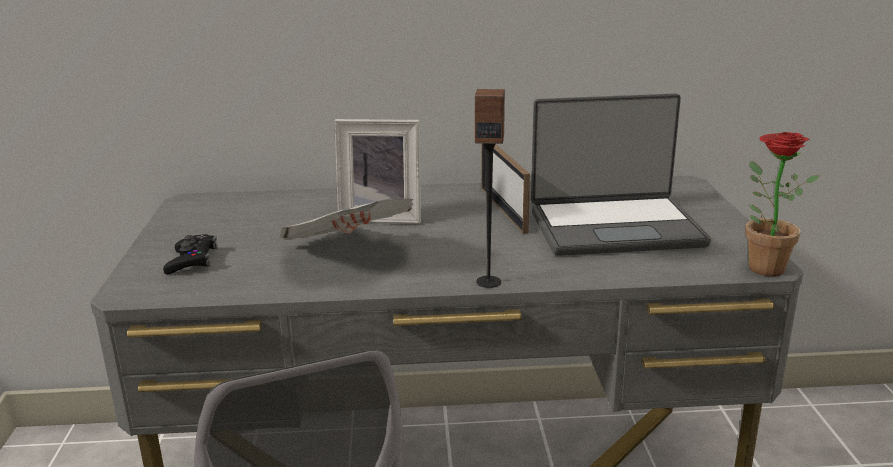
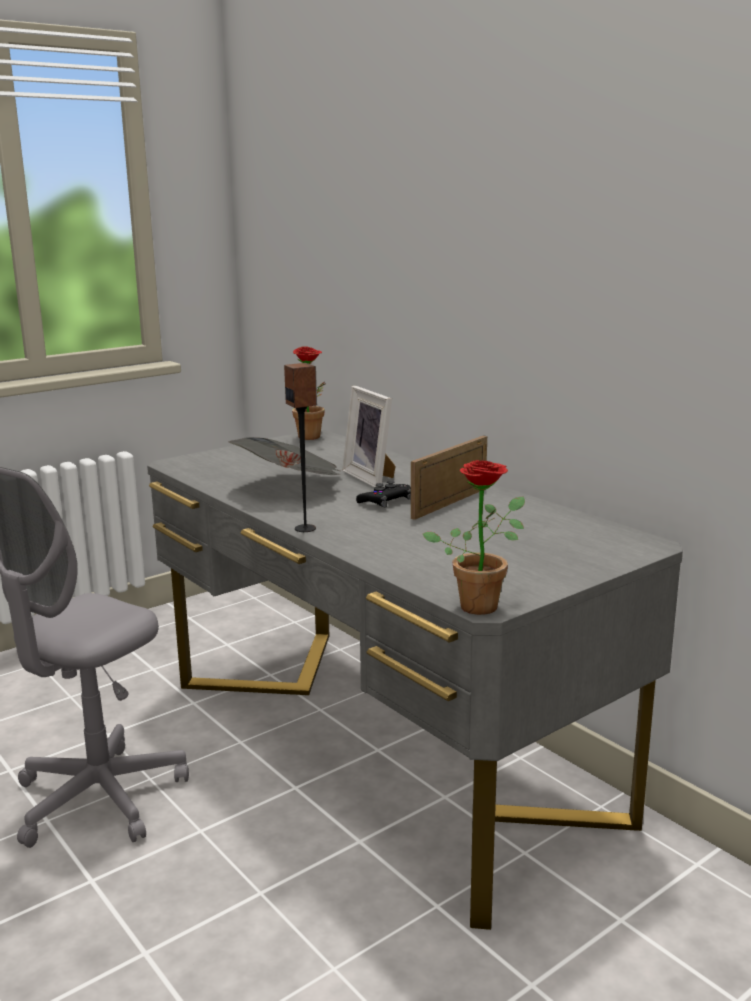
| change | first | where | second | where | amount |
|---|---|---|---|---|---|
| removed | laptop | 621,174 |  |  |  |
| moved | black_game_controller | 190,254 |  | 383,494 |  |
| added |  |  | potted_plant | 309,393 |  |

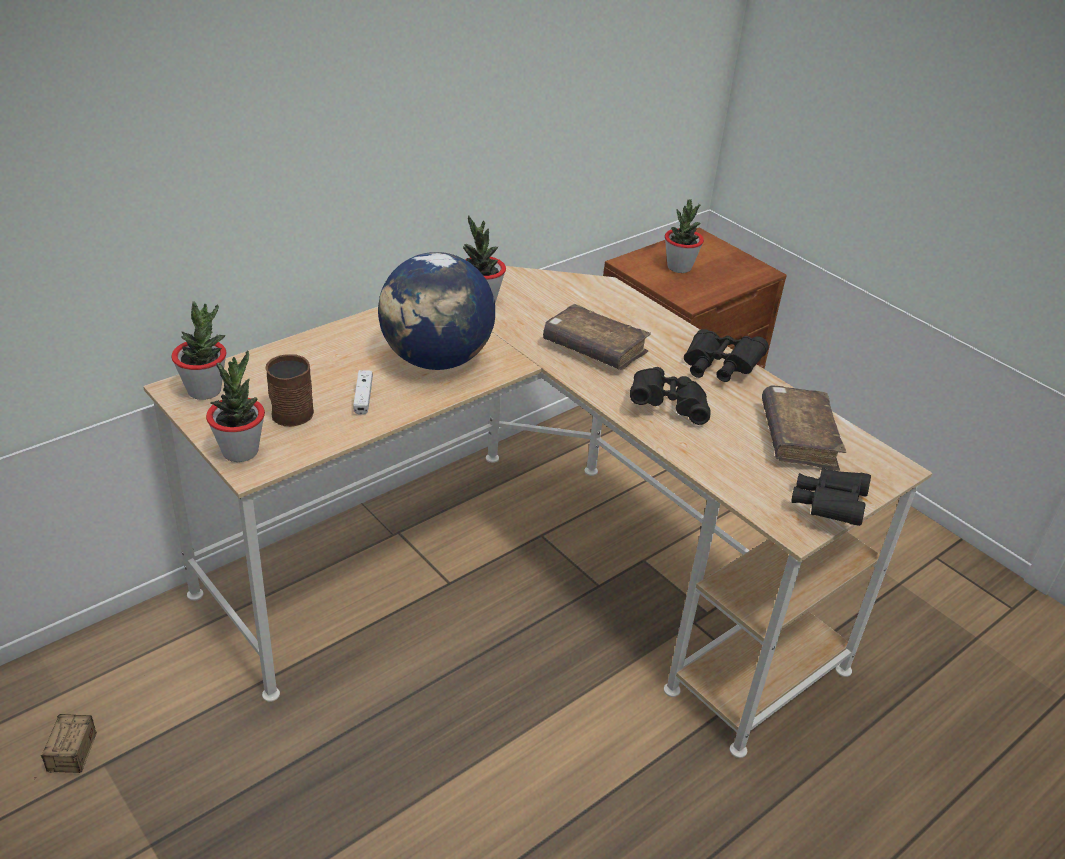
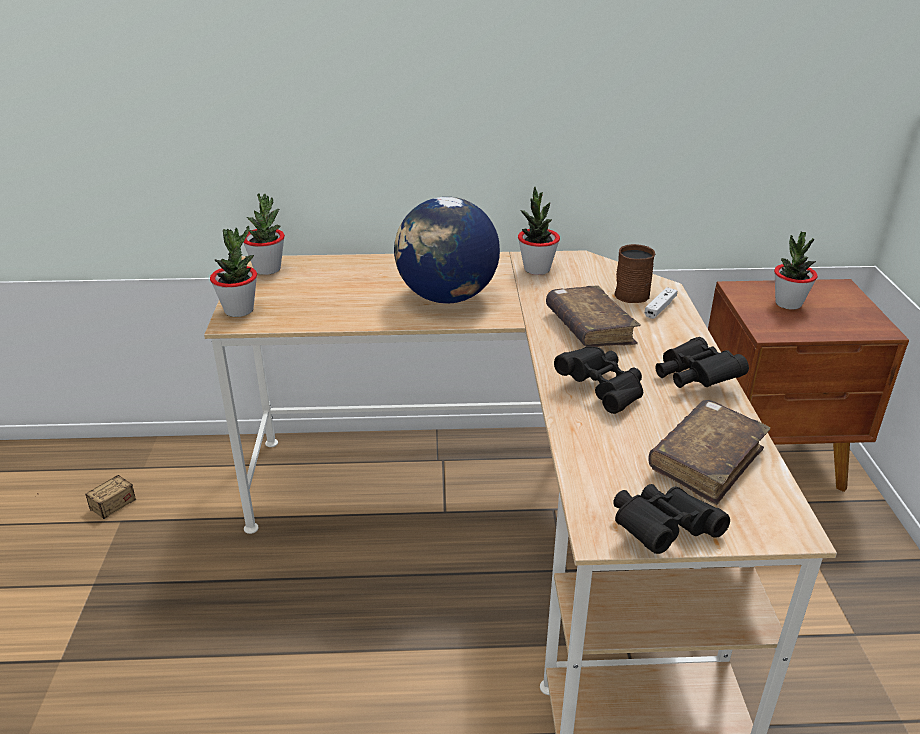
| change | first | where | second | where | amount |
|---|---|---|---|---|---|
| moved | brown_mug | 290,390 |  | 634,273 |  |
| moved | white_game_controller | 363,392 |  | 661,303 |  |

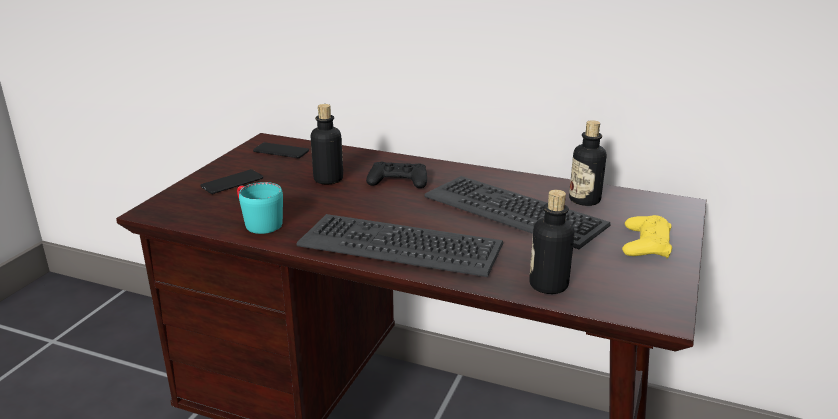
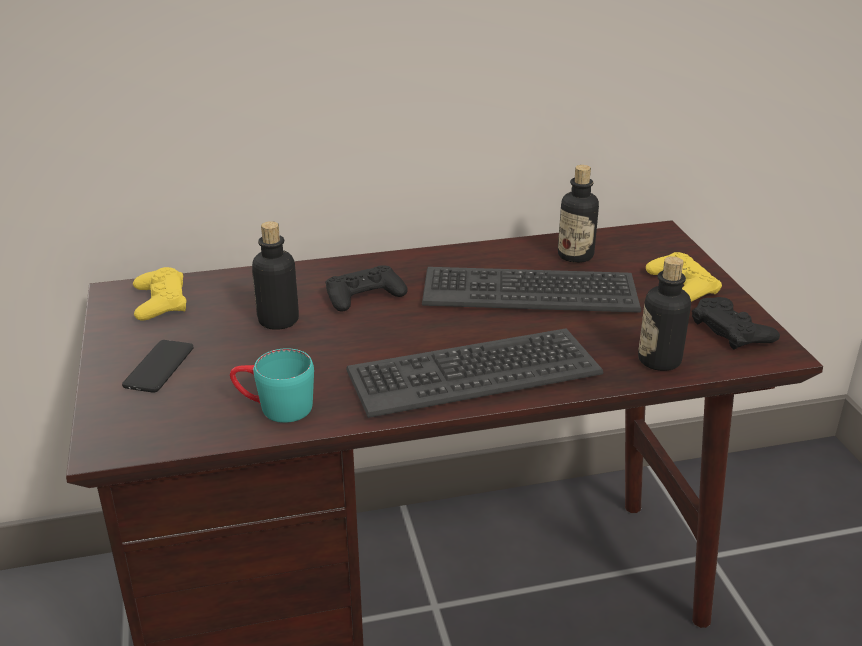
| change | first | where | second | where | amount |
|---|---|---|---|---|---|
| replaced | phone | 281,150 | yellow_game_controller | 160,293 |  |
| added |  |  | black_game_controller | 736,323 |  |

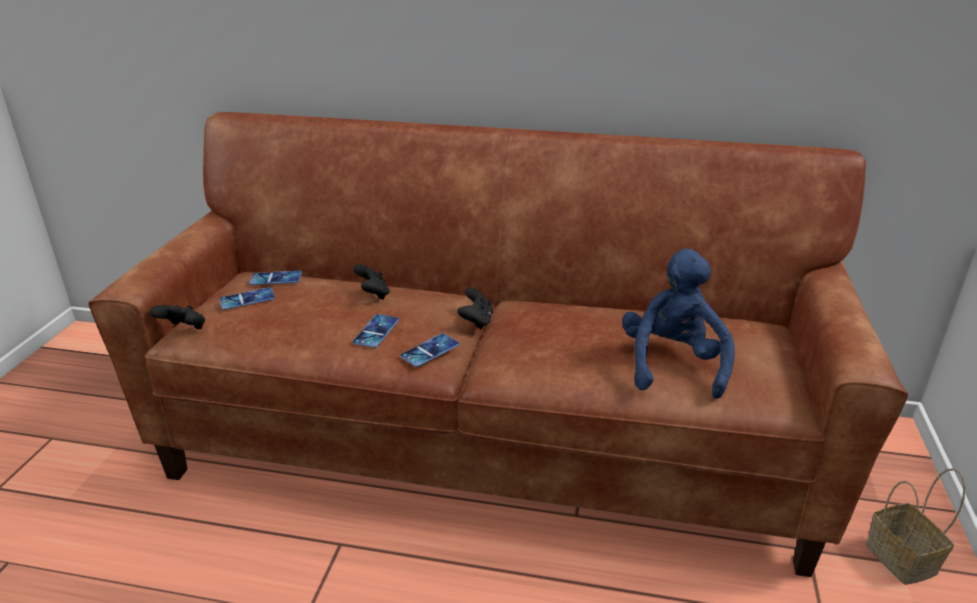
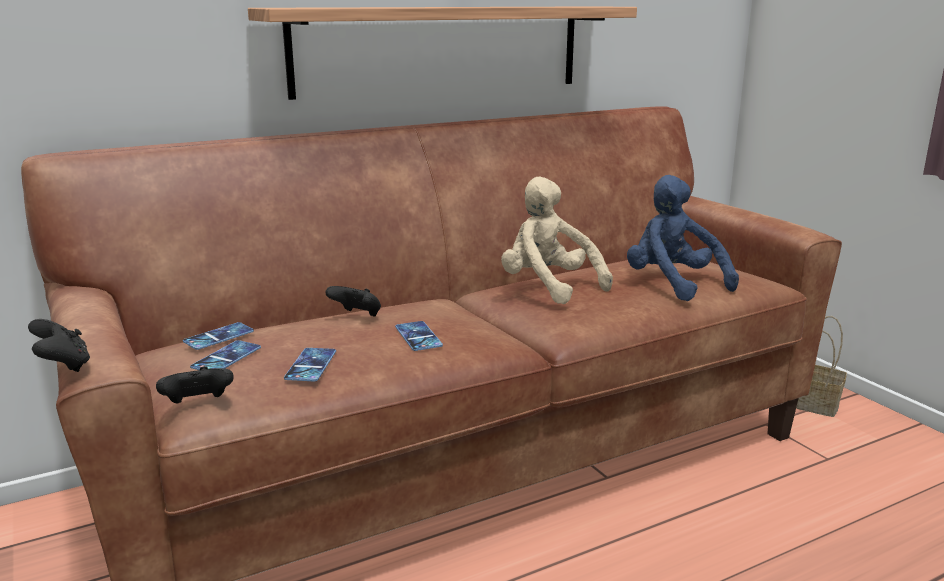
| change | first | where | second | where | amount |
|---|---|---|---|---|---|
| moved | black_game_controller | 475,308 |  | 59,345 |  |
| moved | phone | 430,350 |  | 310,364 |  |
| added |  |  | shelf | 442,53 |  |
| added |  |  | beige_plush_toy | 557,240 |  |

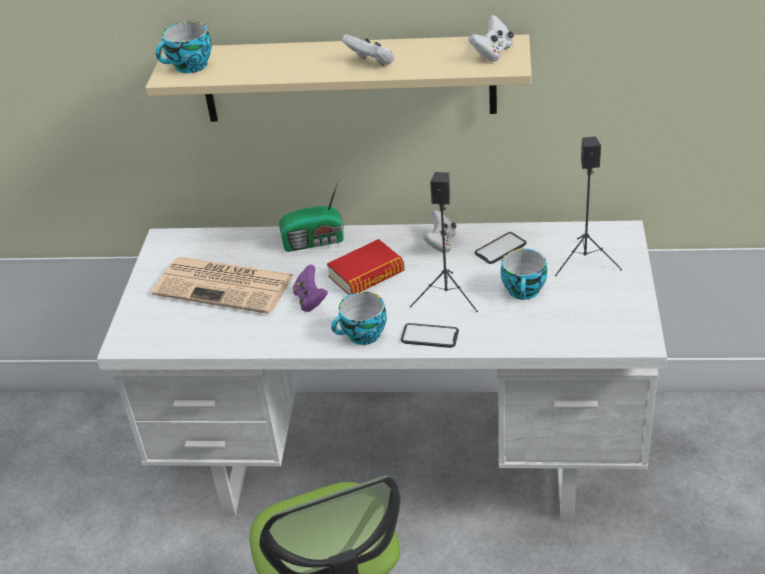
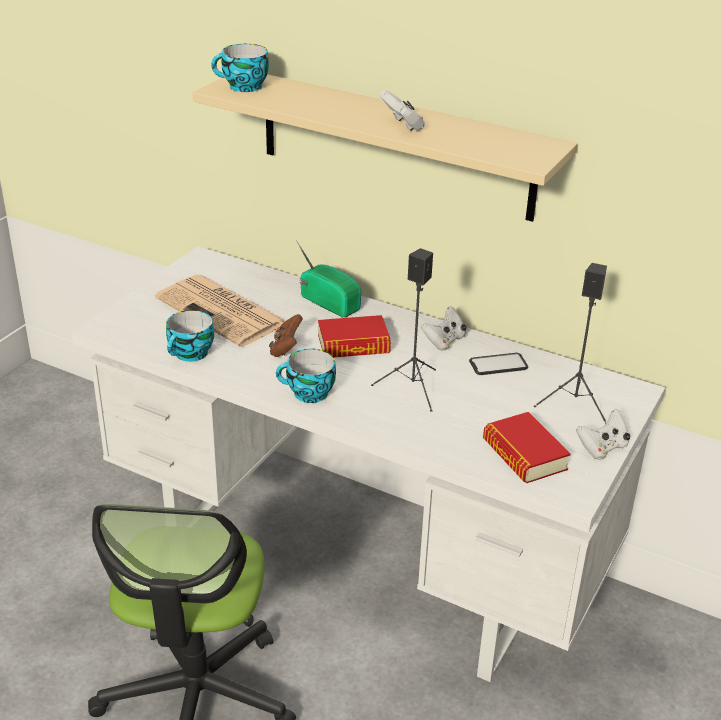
| change | first | where | second | where | amount |
|---|---|---|---|---|---|
| moved | white_game_controller | 491,38 |  | 603,434 |  |
| turned | radio | 311,215 |  | 328,279 | 150 degrees counterclockwise |
| moved | cup | 523,274 |  | 190,336 |  |
| recoloured | purple_game_controller | 310,288 | brown_game_controller | 286,335 |  |
| removed | phone | 430,335 |  |  |  |
| added |  |  | book | 527,447 |  |

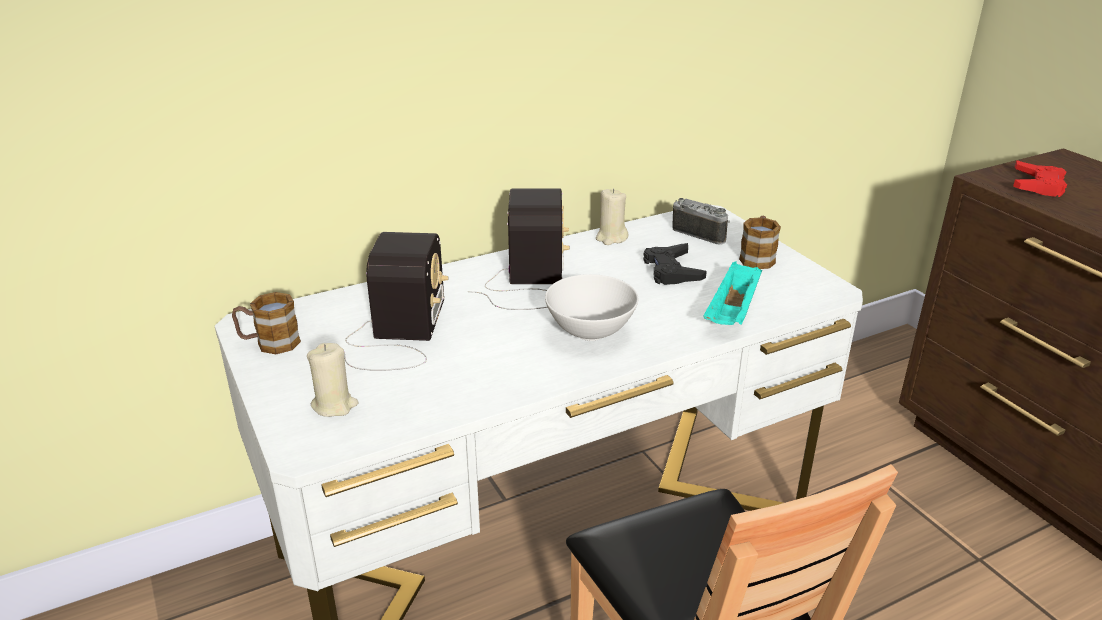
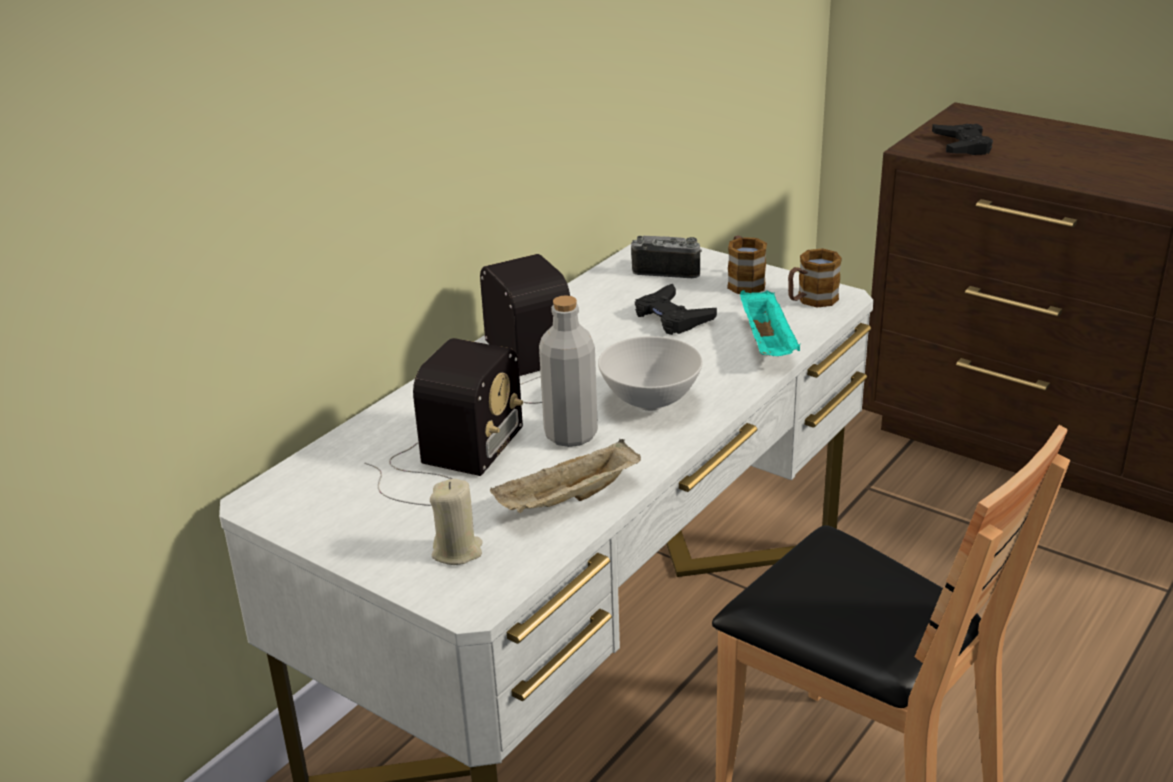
| change | first | where | second | where | amount |
|---|---|---|---|---|---|
| recoloured | red_game_controller | 1040,178 | black_game_controller | 962,139 |  |
| removed | beige_candle | 612,216 |  |  |  |
| turned | radio | 396,301 |  | 443,422 | 45 degrees clockwise |
| moved | mug | 266,323 |  | 815,278 |  |
| added |  |  | grey_bottle | 568,371 |  |
| added |  |  | beige_tray | 565,476 |  |

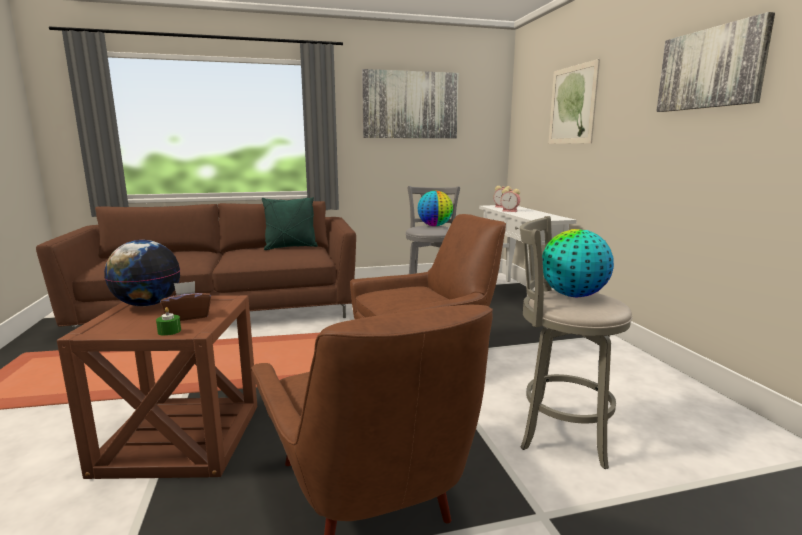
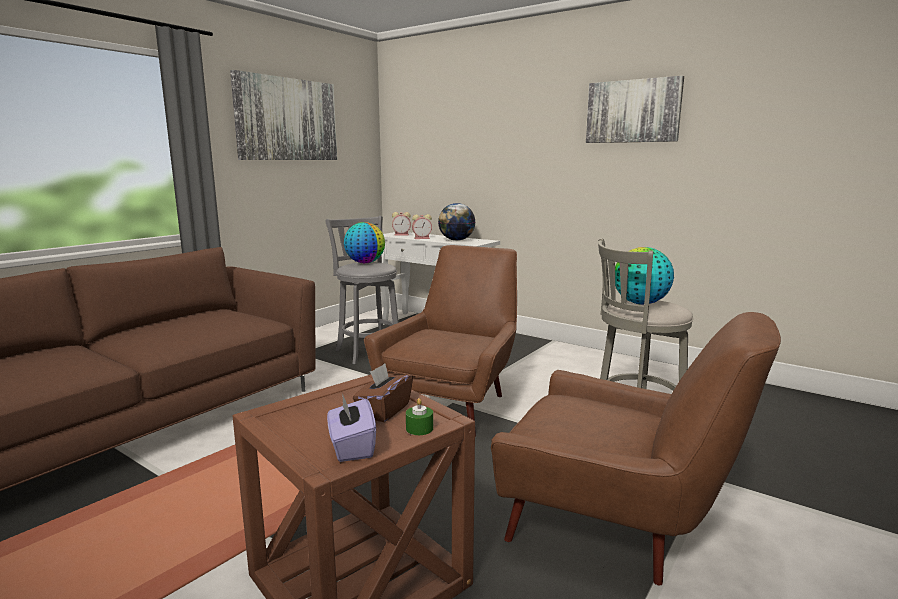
| change | first | where | second | where | amount |
|---|---|---|---|---|---|
| removed | picture | 574,101 |  |  |  |
| removed | green_pillow | 290,223 |  |  |  |
| moved | globe | 142,273 |  | 456,222 |  |
| added |  |  | purple_tissue_box | 351,427 |  |

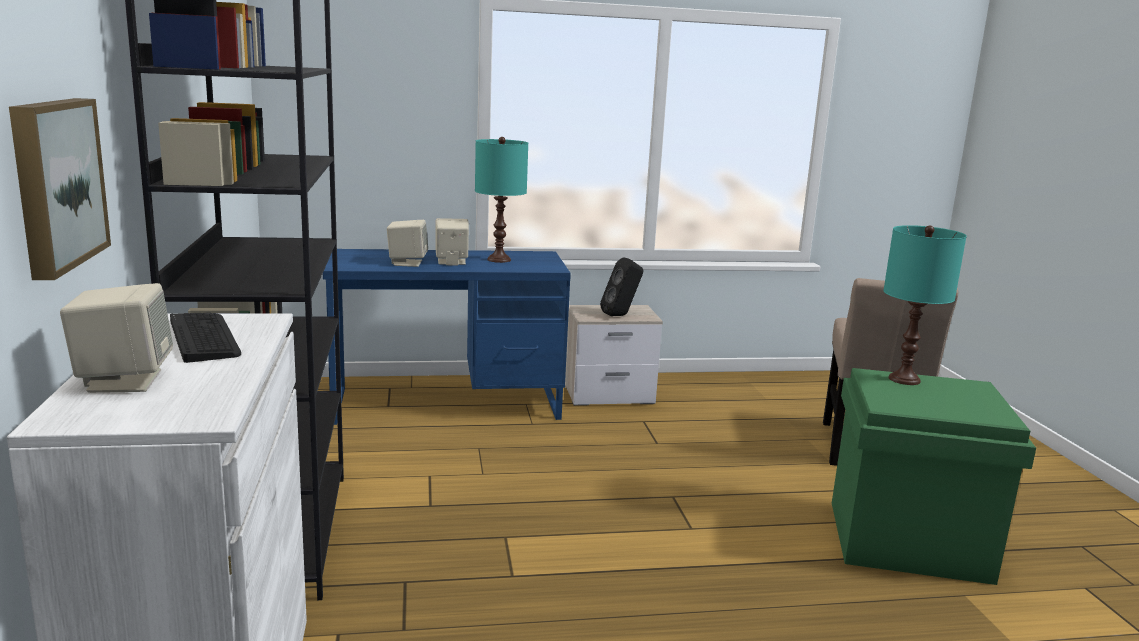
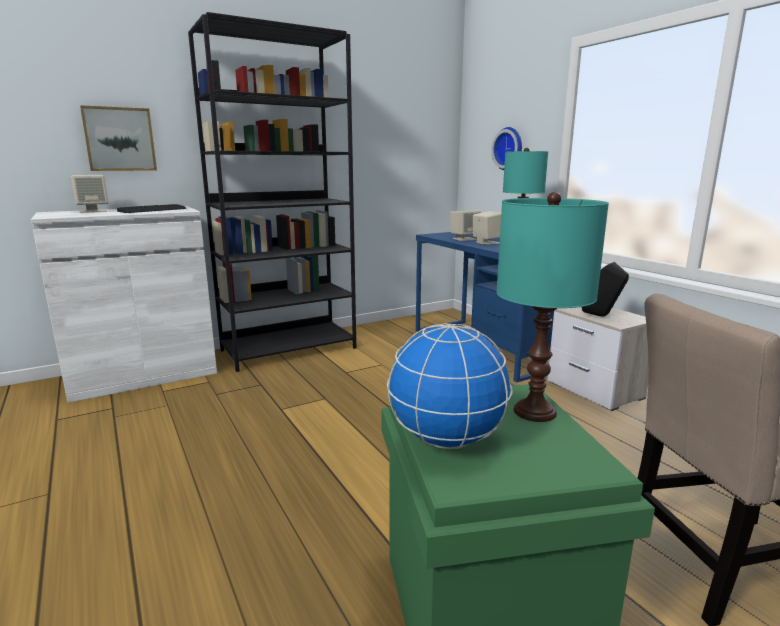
| change | first | where | second | where | amount |
|---|---|---|---|---|---|
| added |  |  | wall_clock | 506,148 |  |
| added |  |  | globe | 450,386 |  |

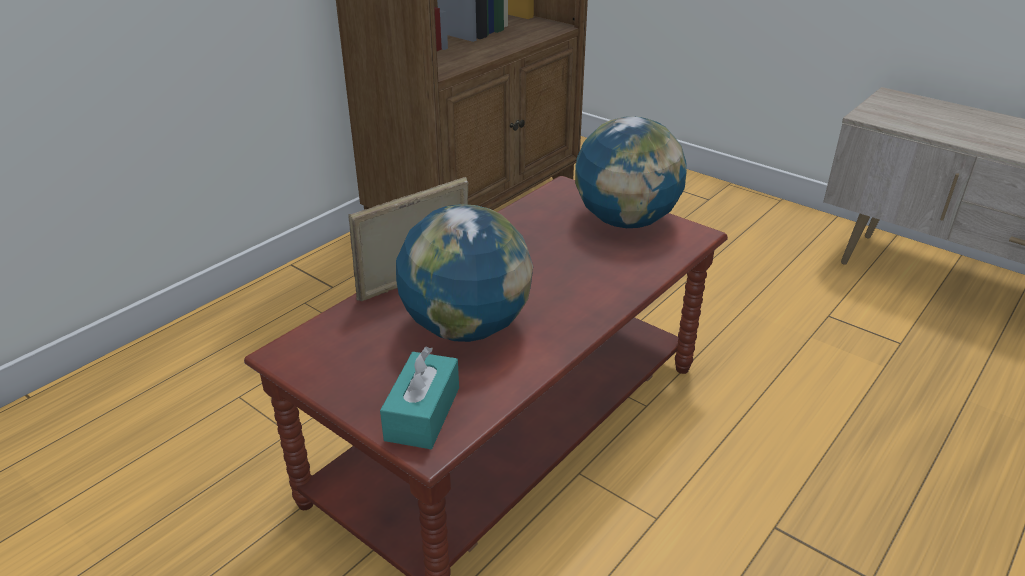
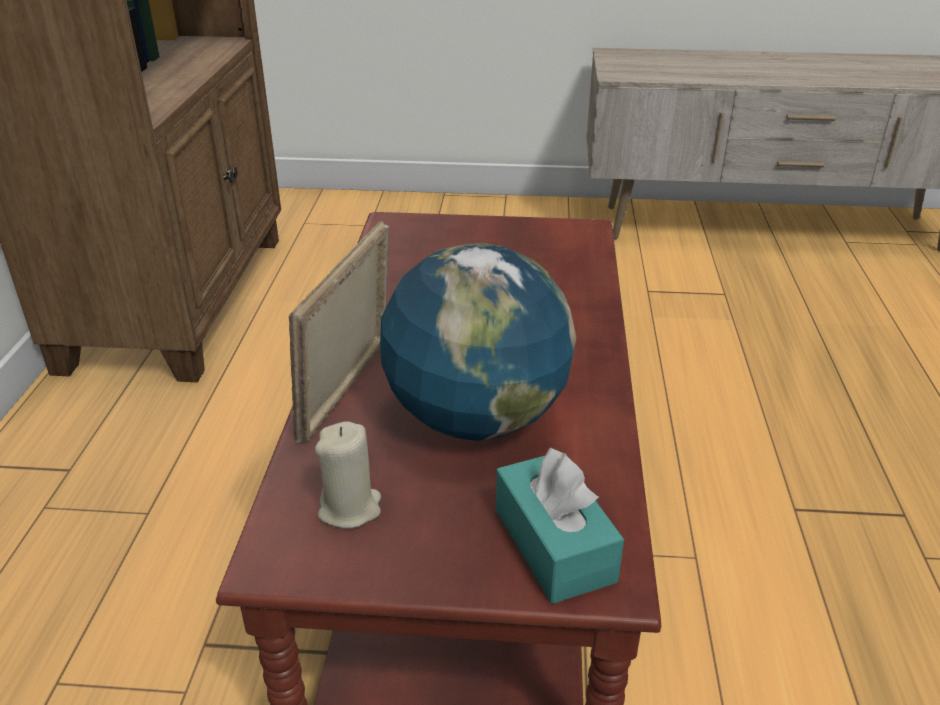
| change | first | where | second | where | amount |
|---|---|---|---|---|---|
| removed | globe | 631,172 |  |  |  |
| added |  |  | beige_candle | 348,475 |  |

